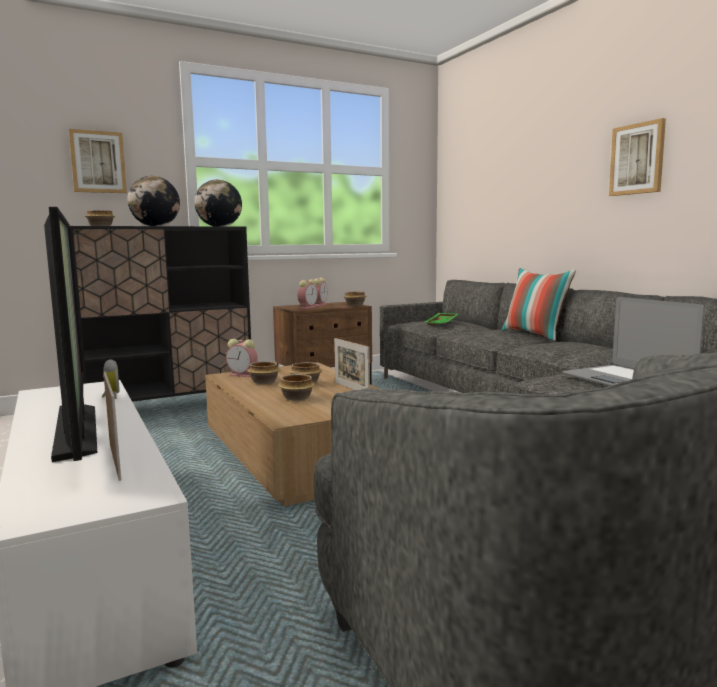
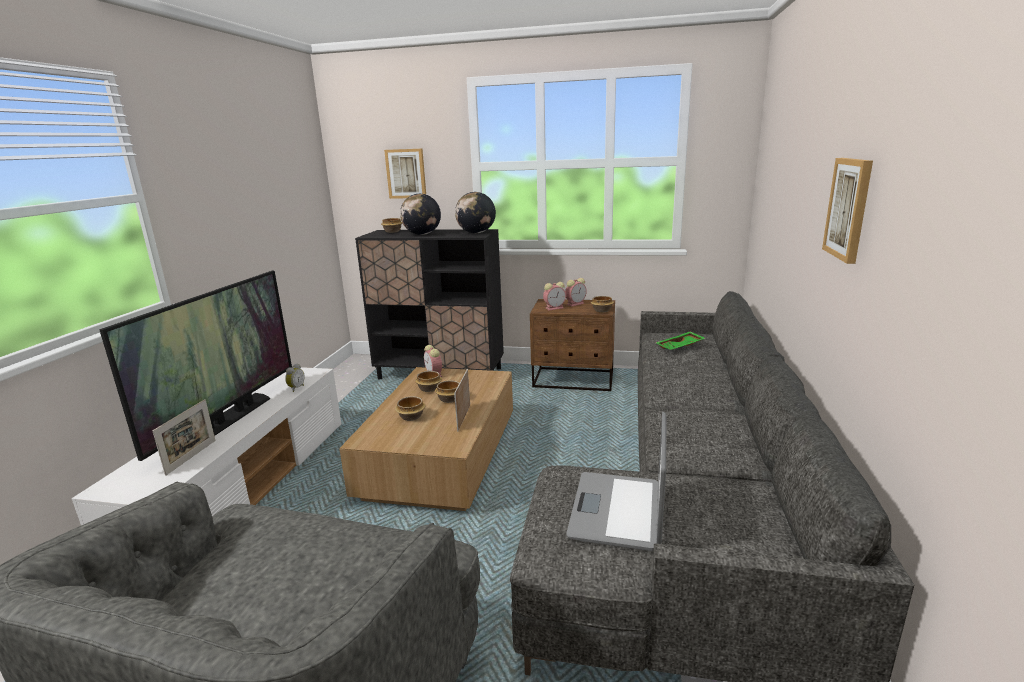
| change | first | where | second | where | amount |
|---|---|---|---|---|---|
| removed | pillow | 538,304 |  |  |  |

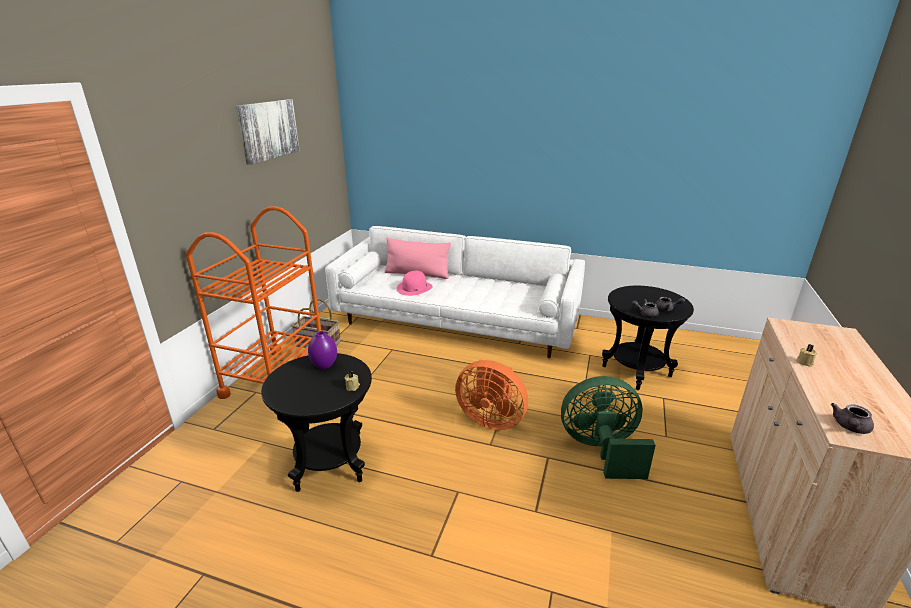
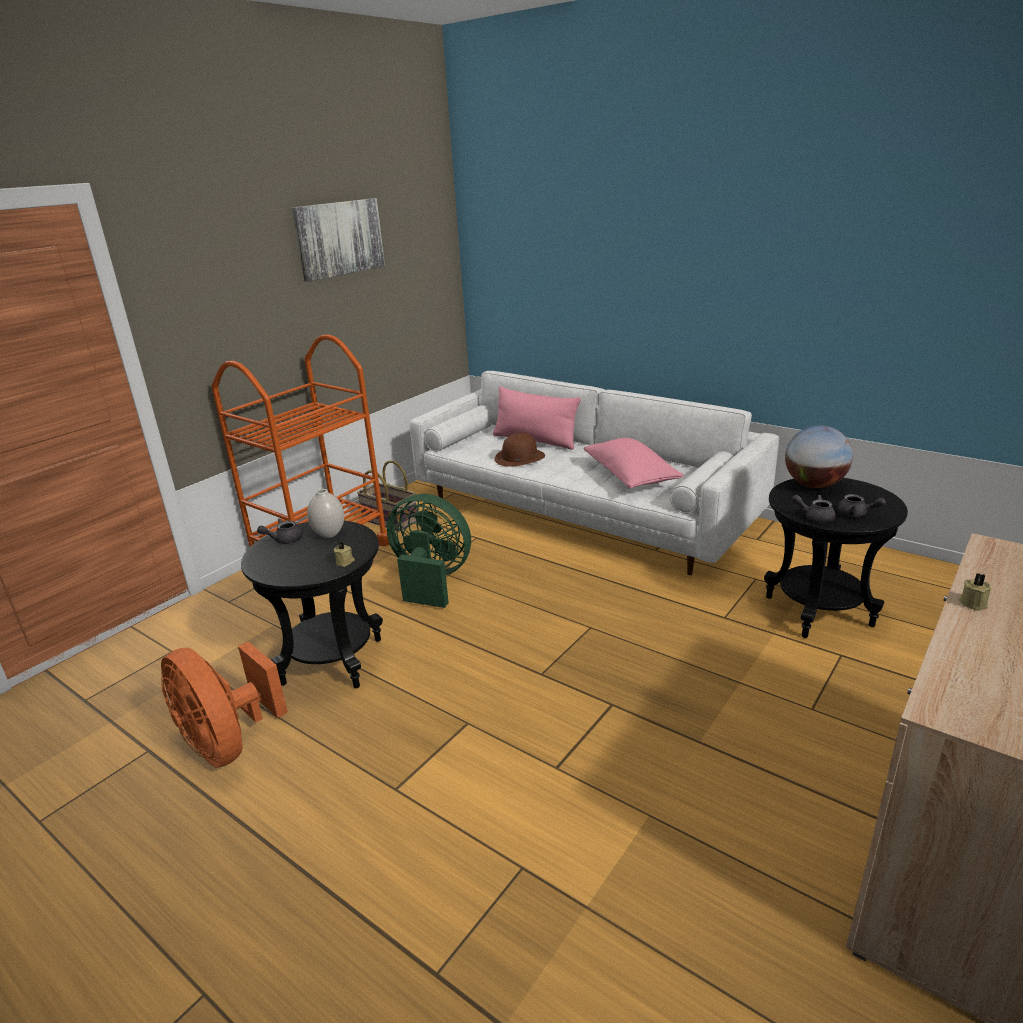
| change | first | where | second | where | amount |
|---|---|---|---|---|---|
| recoloured | pink_hat | 415,283 | brown_hat | 519,450 |  |
| recoloured | purple_vase | 322,350 | white_vase | 325,513 |  |
| moved | orange_fan | 491,395 |  | 224,705 |  |
| moved | green_fan | 608,427 |  | 429,551 |  |
| moved | grey_teapot | 852,418 |  | 280,531 |  |
| added |  |  | globe | 819,456 |  |
| added |  |  | pink_pillow | 634,463 |  |

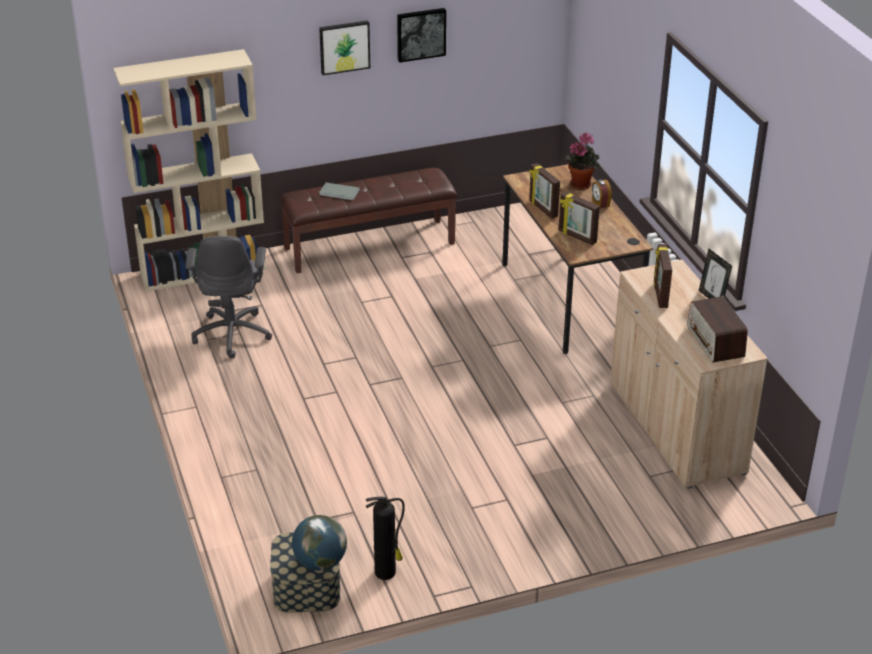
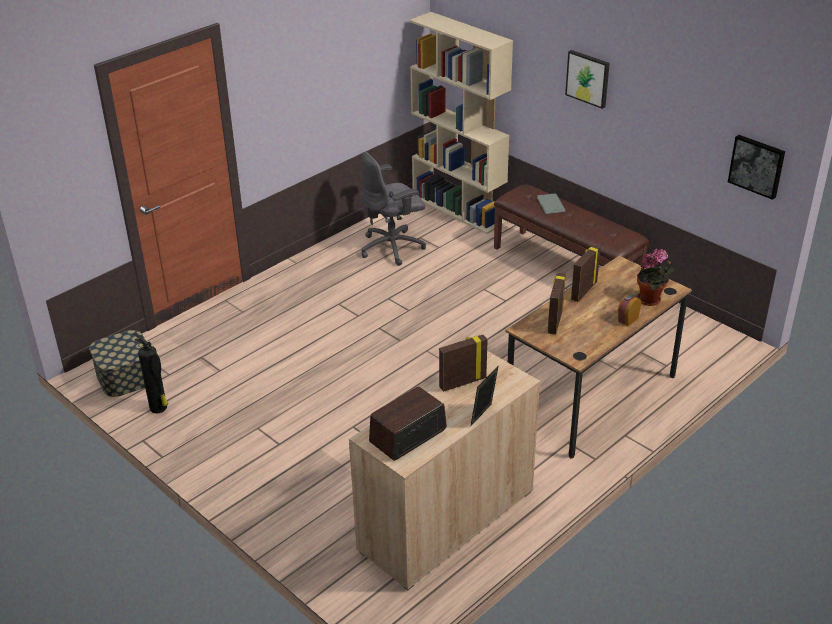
| change | first | where | second | where | amount |
|---|---|---|---|---|---|
| moved | picture | 421,35 |  | 756,167 |  |
| removed | globe | 319,543 |  |  |  |

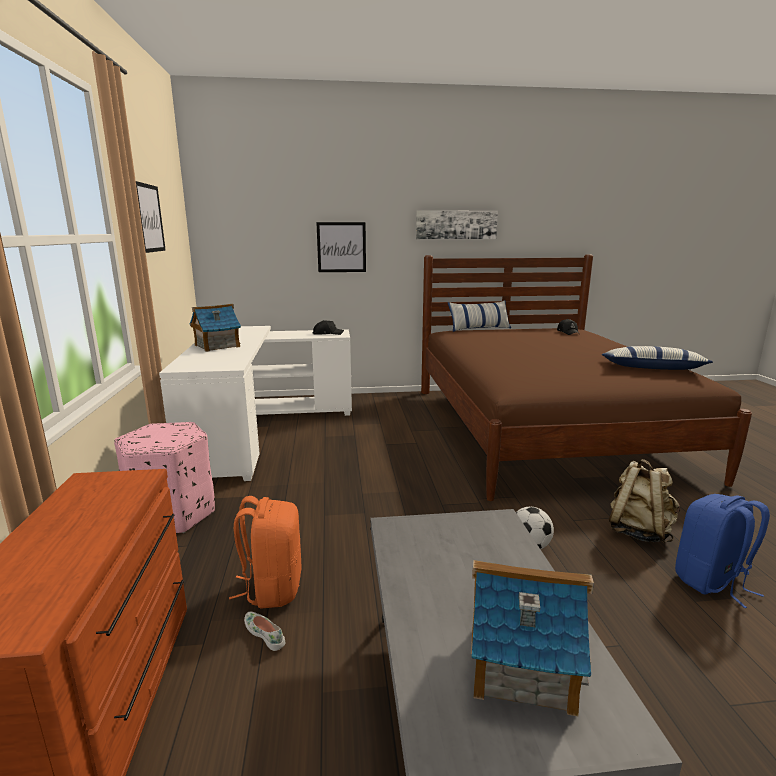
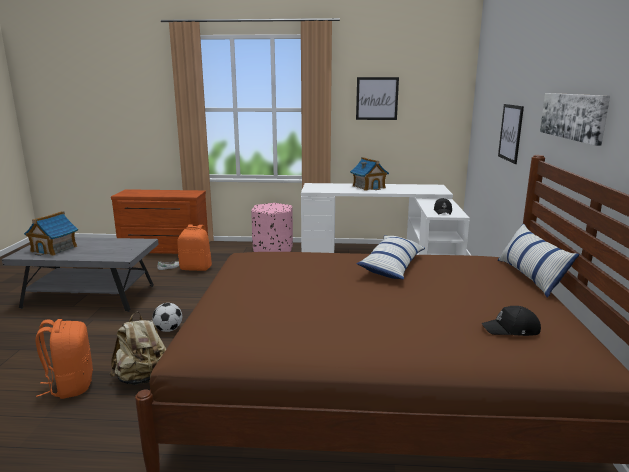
| change | first | where | second | where | amount |
|---|---|---|---|---|---|
| moved | pillow | 657,358 |  | 391,257 |  |
| recoloured | blue_backpack | 722,551 | orange_backpack | 64,359 |  |

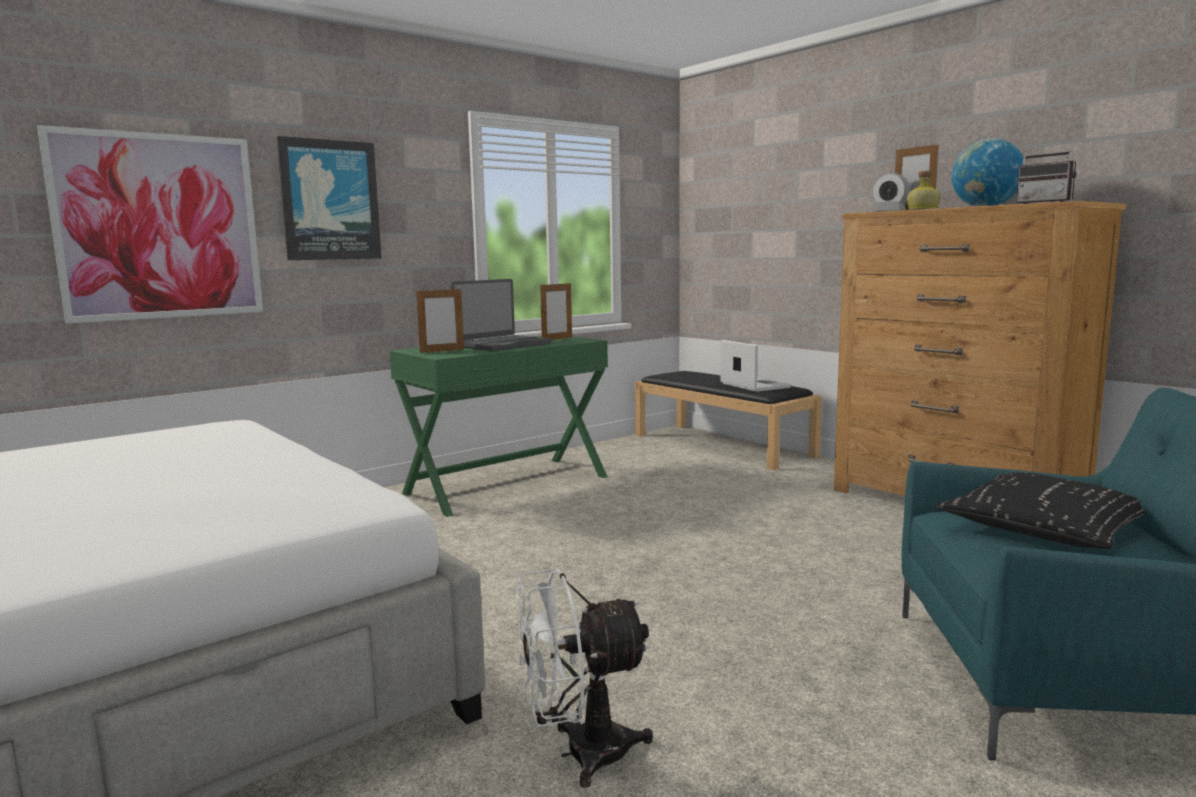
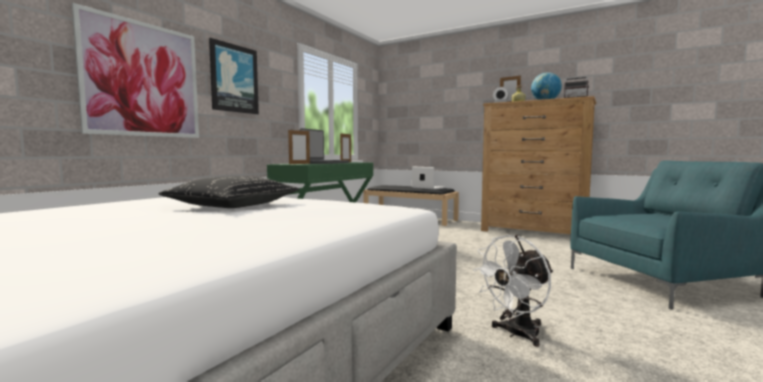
| change | first | where | second | where | amount |
|---|---|---|---|---|---|
| moved | black_pillow | 1040,511 |  | 229,192 |  |

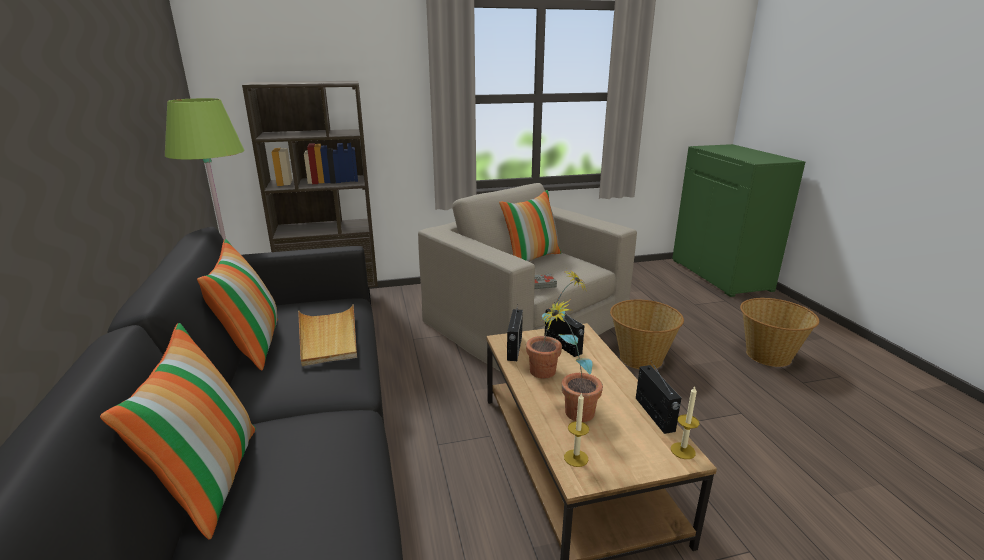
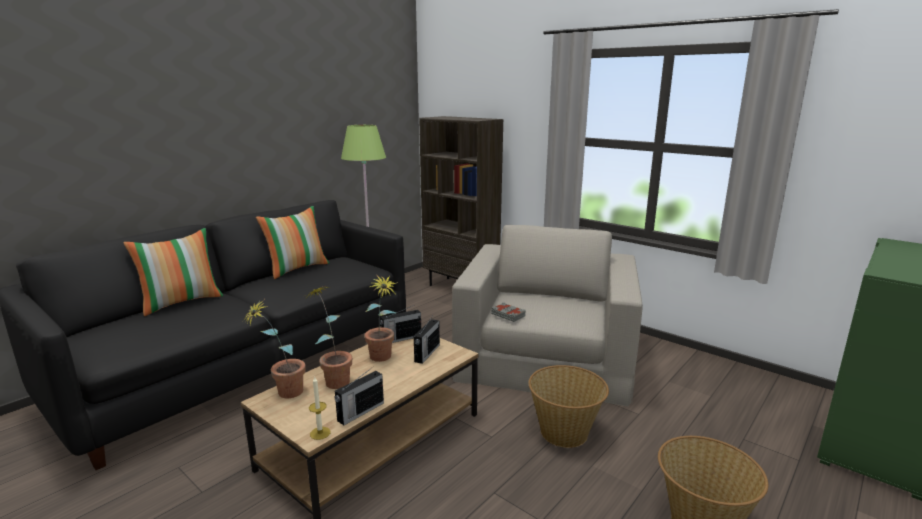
| change | first | where | second | where | amount |
|---|---|---|---|---|---|
| removed | pillow | 530,226 |  |  |  |
| removed | beige_tray | 327,335 |  |  |  |
| replaced | candle | 576,429 | potted_plant | 274,348 |  |

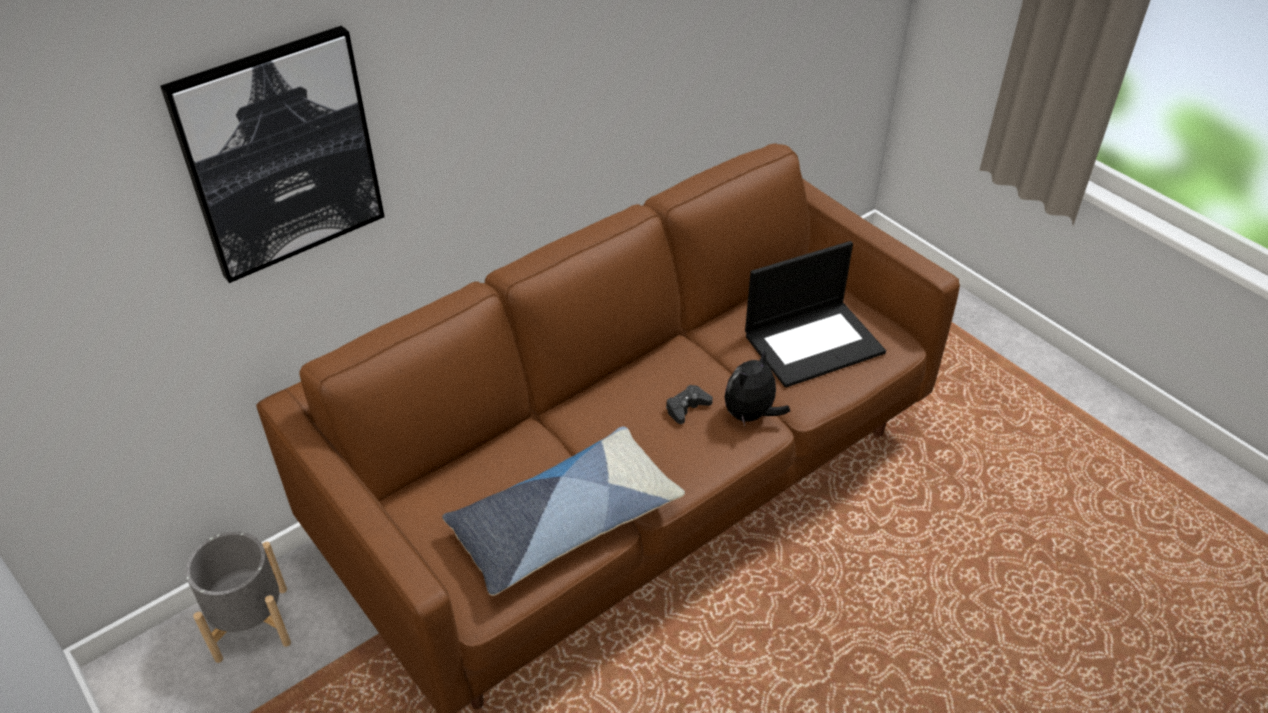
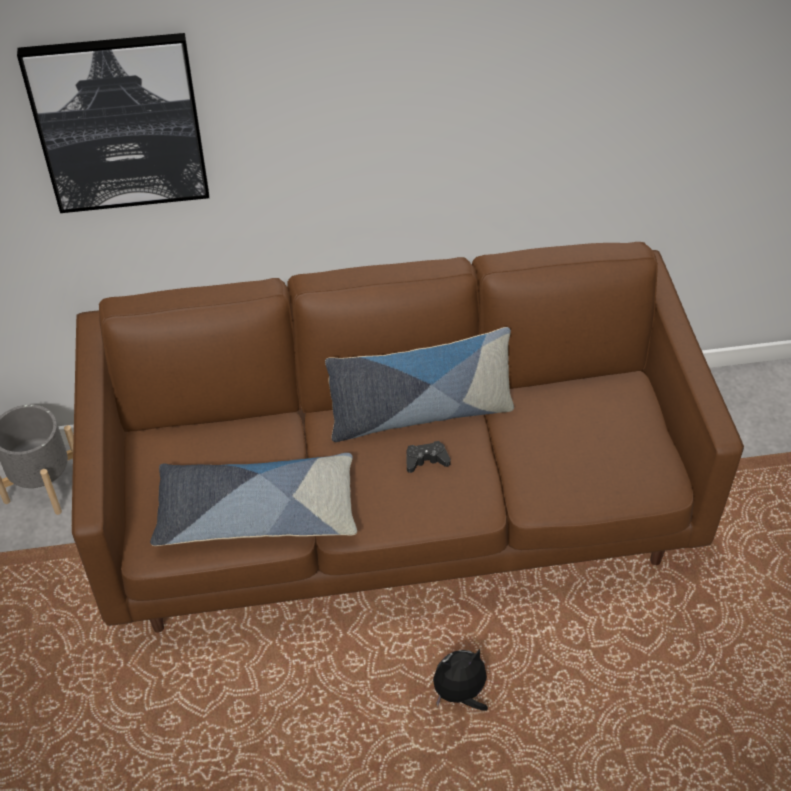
| change | first | where | second | where | amount |
|---|---|---|---|---|---|
| removed | laptop | 815,314 |  |  |  |
| moved | plush_toy | 757,387 |  | 460,680 |  |
| added |  |  | pillow | 419,384 |  |

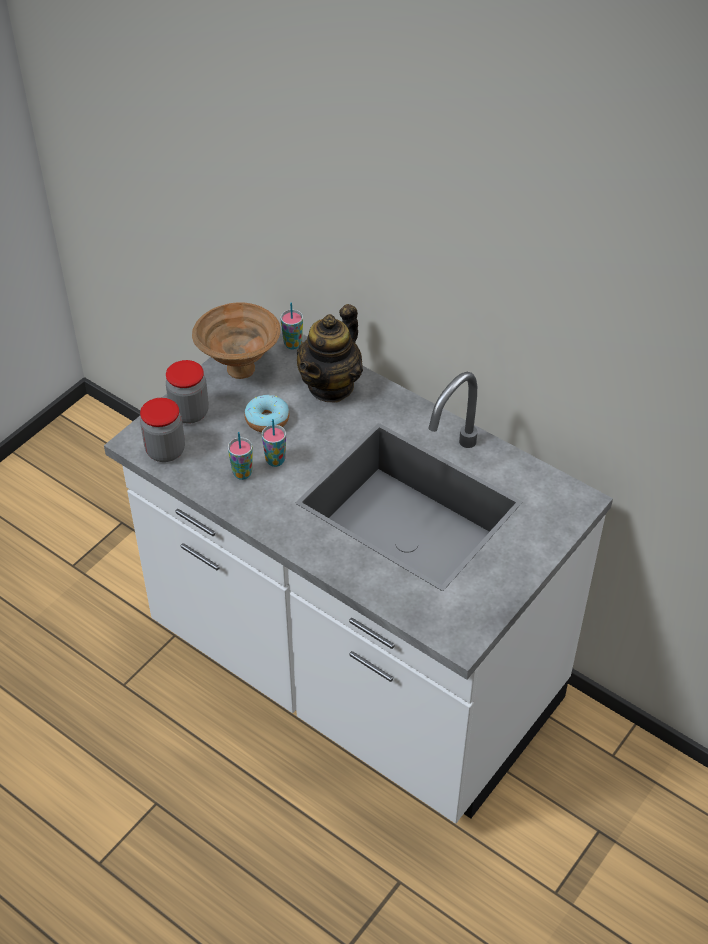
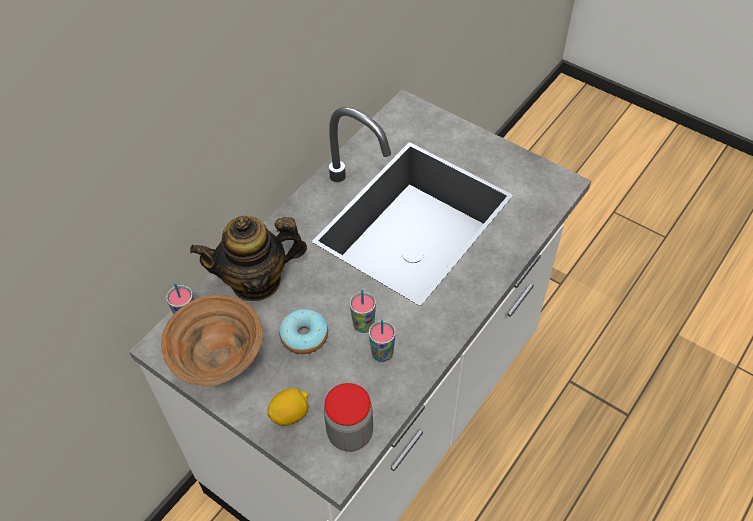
| change | first | where | second | where | amount |
|---|---|---|---|---|---|
| turned | teapot | 330,353 |  | 248,258 | 135 degrees clockwise |
| replaced | jar | 187,392 | lemon | 288,407 |  |

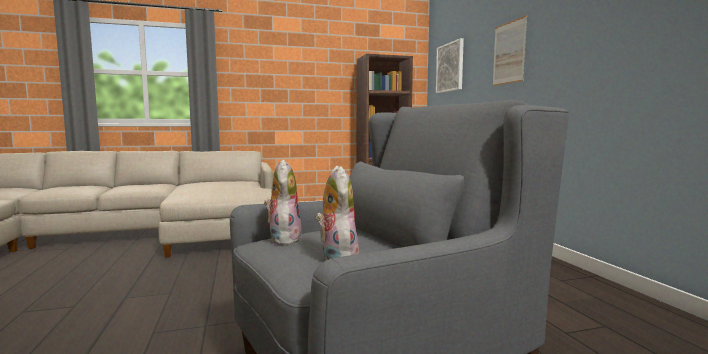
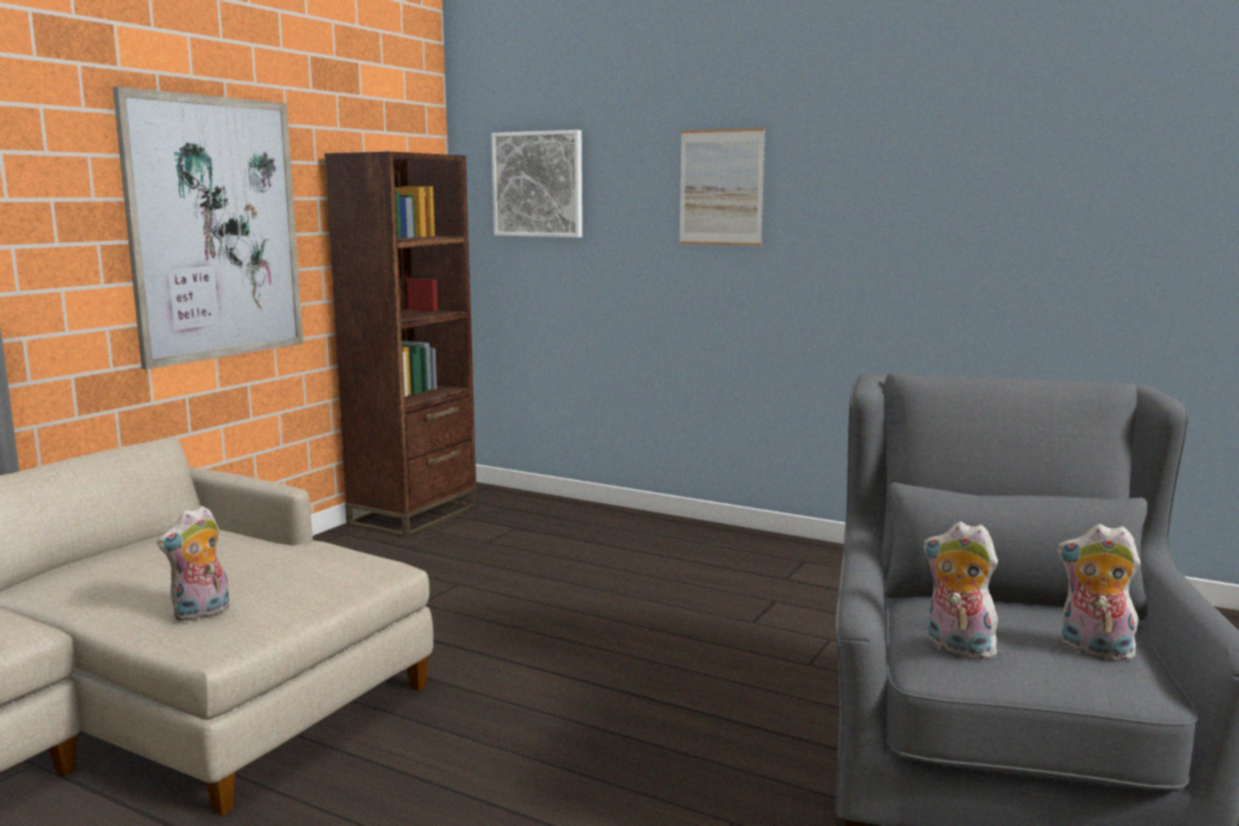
| change | first | where | second | where | amount |
|---|---|---|---|---|---|
| added |  |  | picture | 208,228 |  |
| added |  |  | plush_toy | 193,564 |  |

